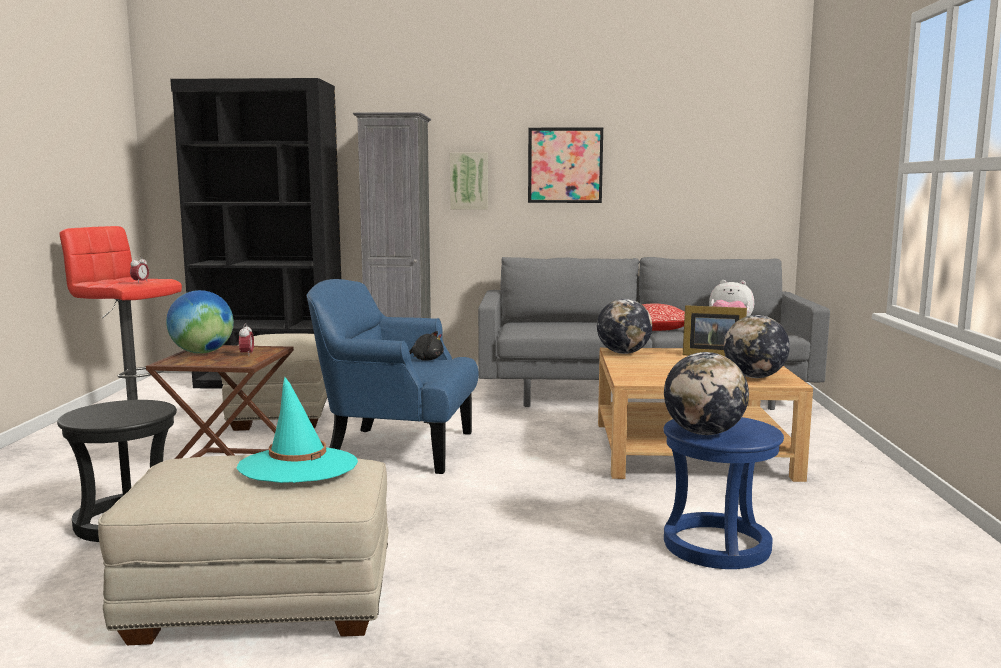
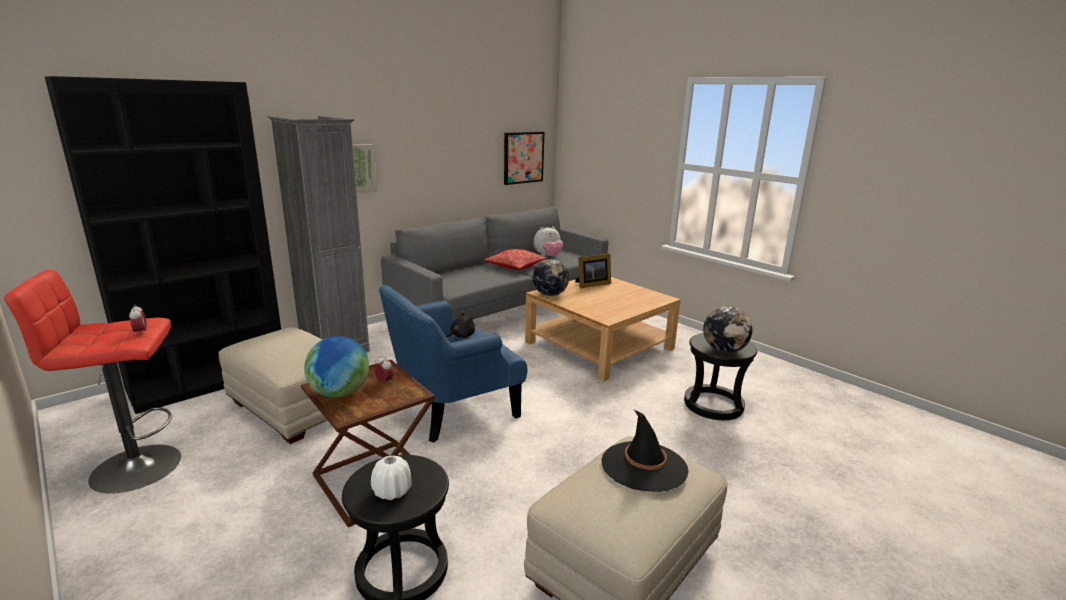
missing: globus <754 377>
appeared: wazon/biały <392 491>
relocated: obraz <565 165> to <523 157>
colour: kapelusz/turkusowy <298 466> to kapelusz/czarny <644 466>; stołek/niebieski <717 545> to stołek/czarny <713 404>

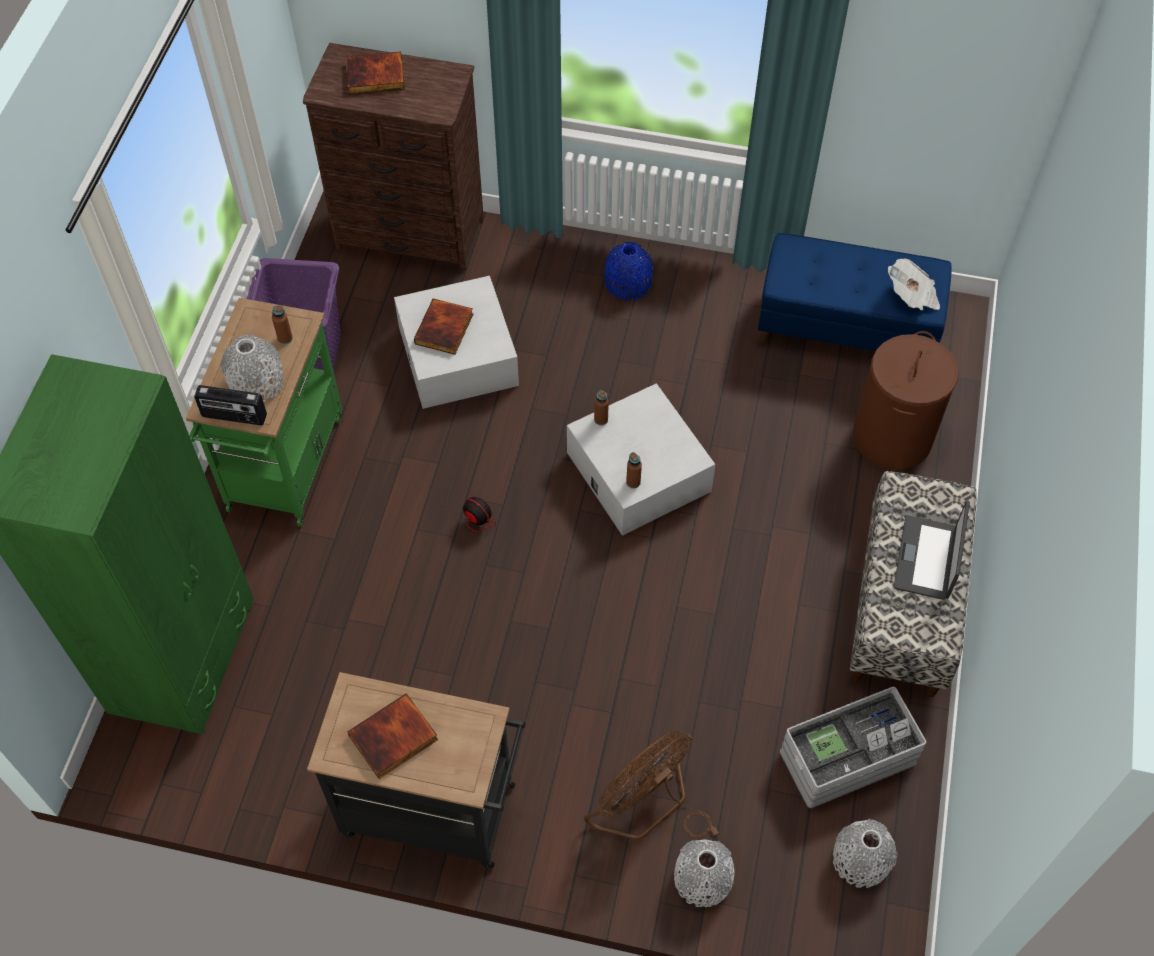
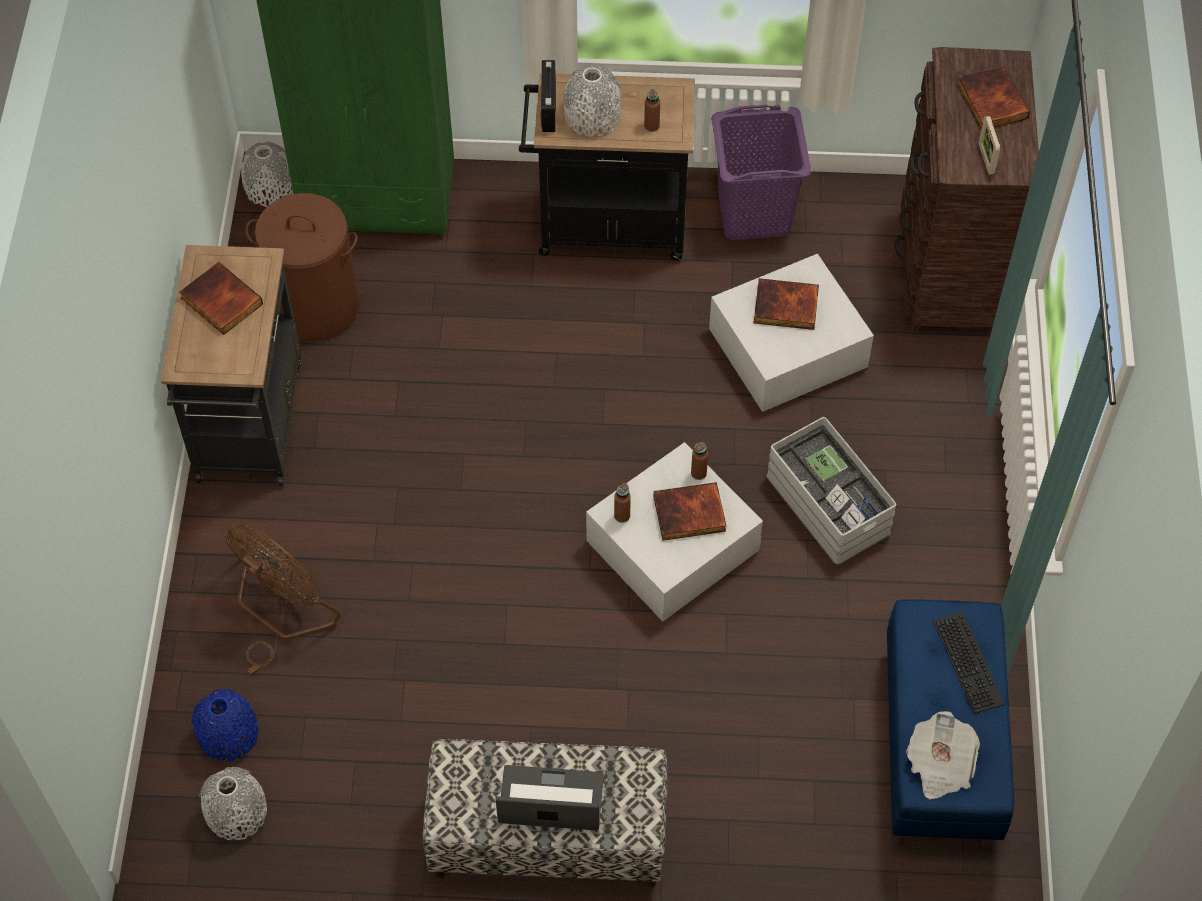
missing: wentylator <462 524>
appeared: książka <689 515>; klawiatura <970 662>; ramka na zdjęcie <986 159>
relocated: wazon/niebieski <627 283> to <228 735>; wazon/szary <702 879> to <270 188>; pojemnik do przechowywania/szary <847 755> to <829 503>; kosz na pranie/brązowy <892 437> to <315 307>
colour: wózek/zielony <284 467> to wózek/czarny <607 226>

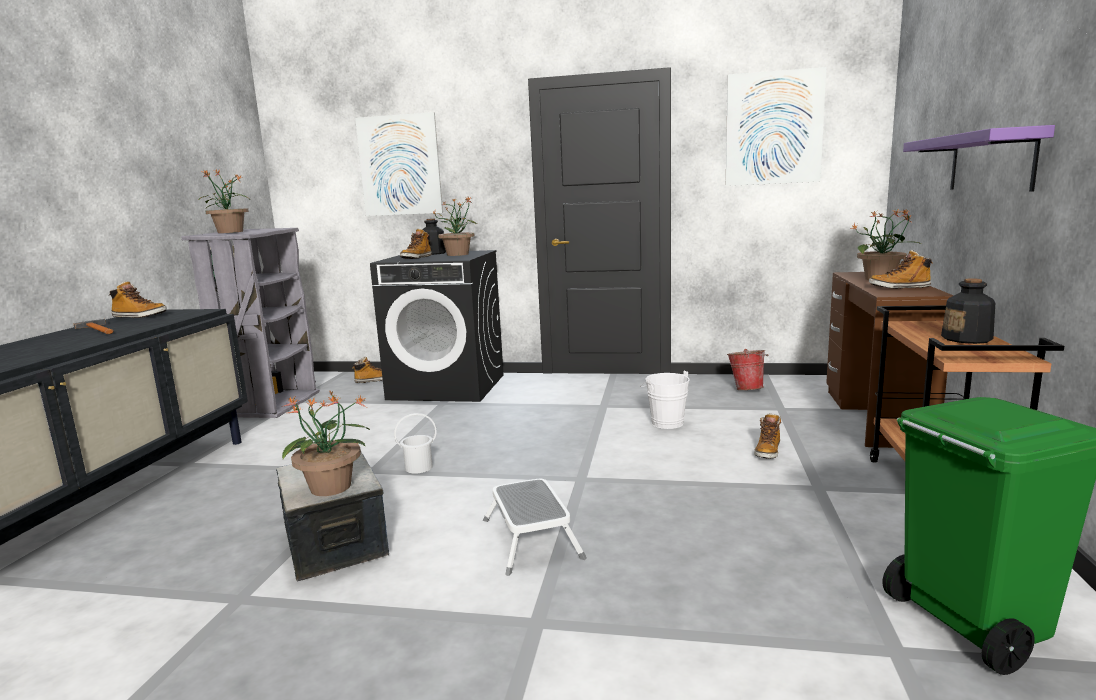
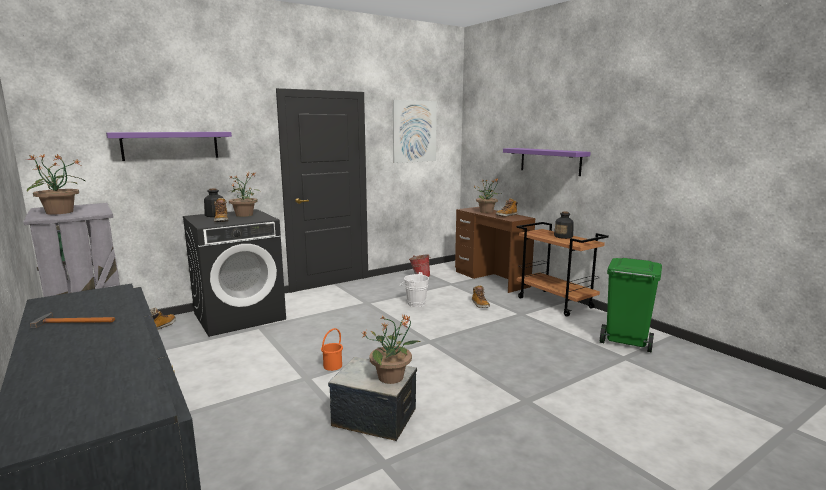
missing: but z cholewką <139 316>; drabinka/szary <530 538>
exchanged: obraz <400 165> to półka/fioletowy <170 145>
colour: wiadro/biały <418 467> to wiadro/pomarańczowy <332 366>

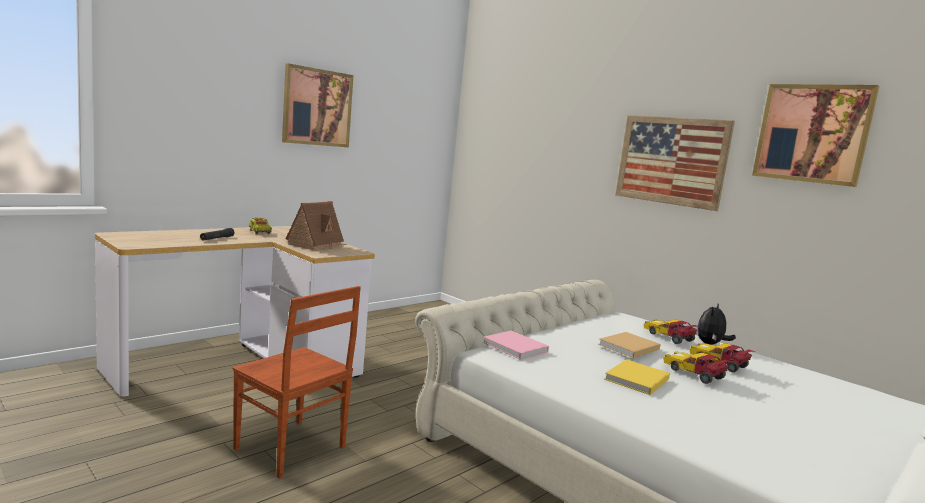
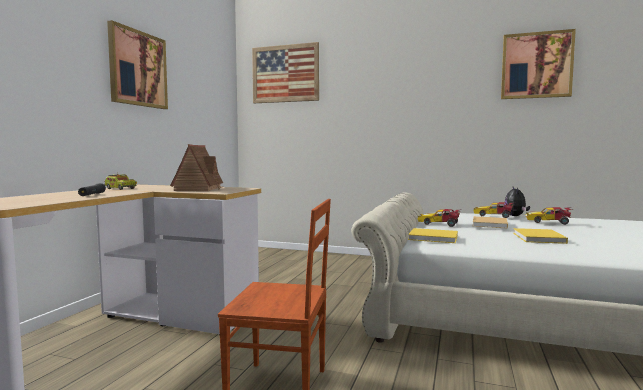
relocated: obraz <671 160> to <285 74>; samochodzik <695 374> to <439 224>
colour: książka/różowy <516 347> to książka/żółty <435 238>

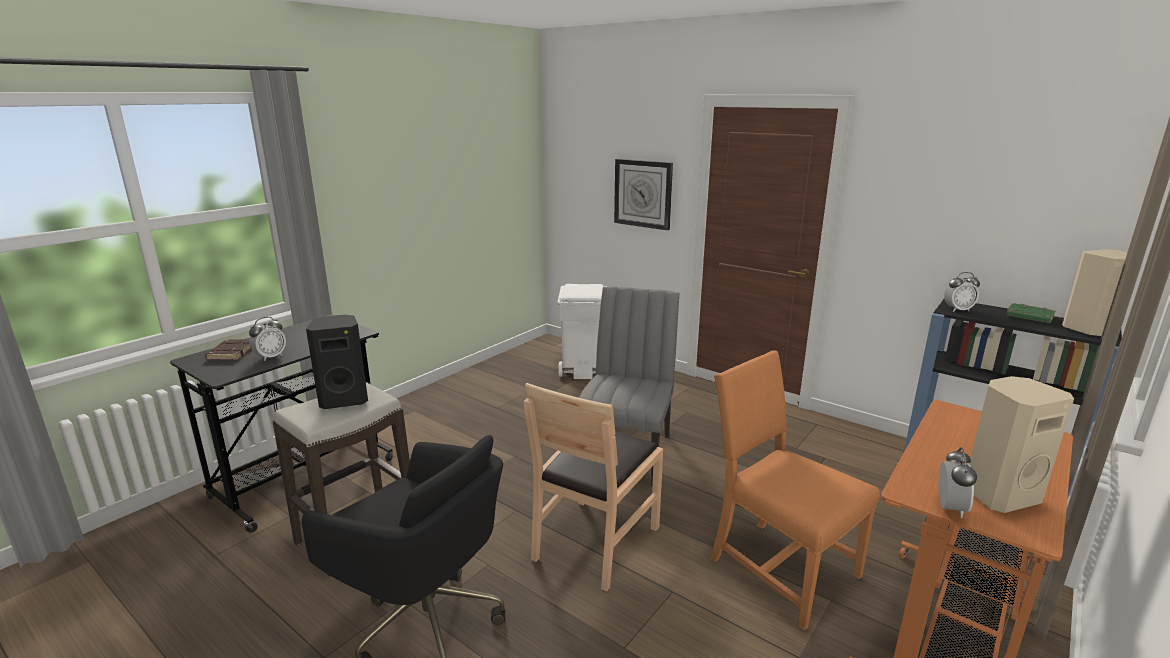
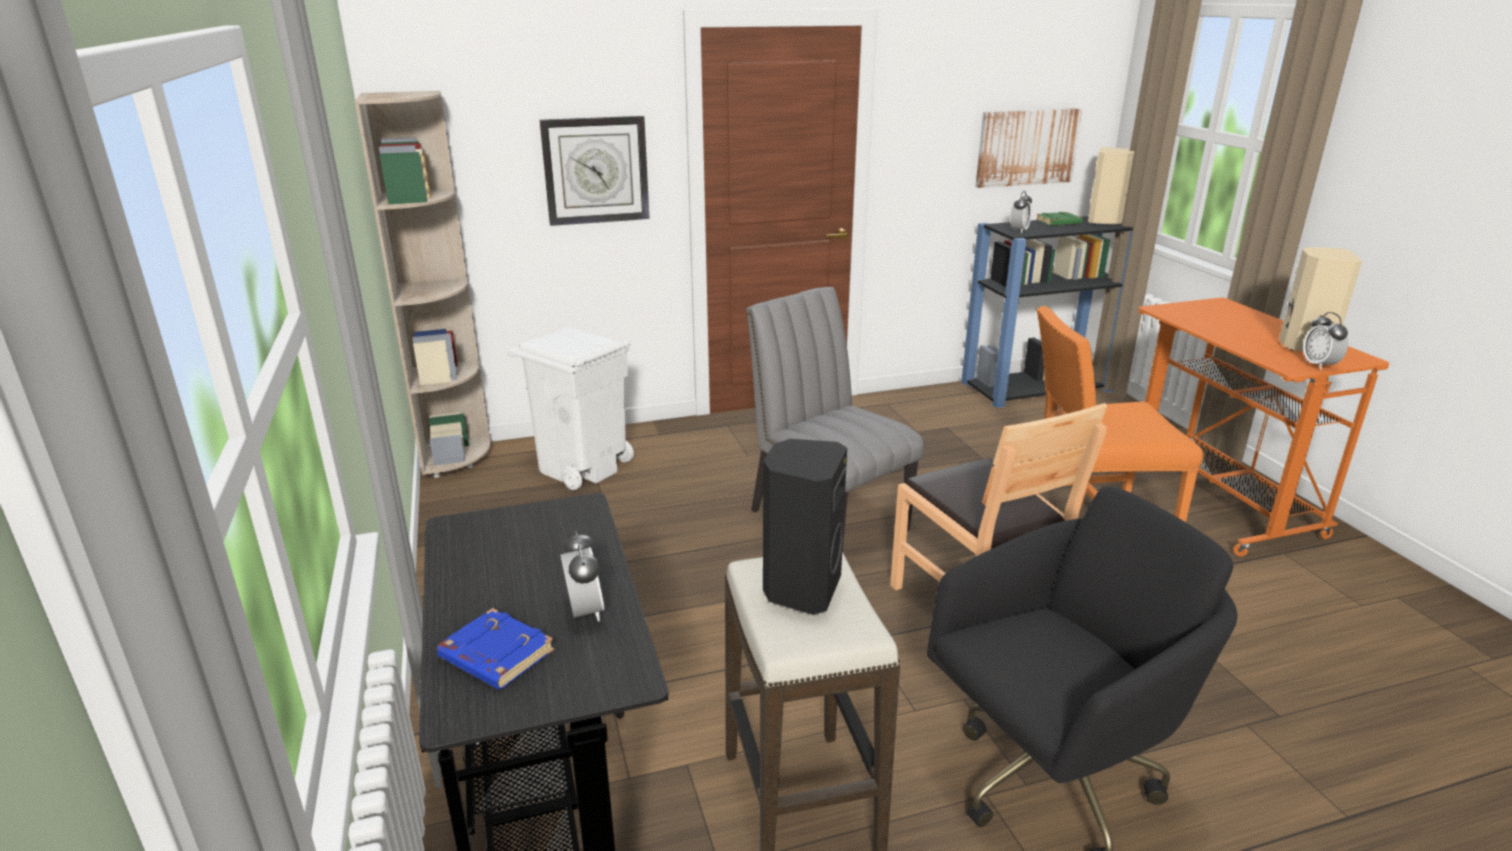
appeared: regał/beżowy <456 463>; obraz <1026 147>
colour: książka/brązowy <231 353> to książka/niebieski <494 656>
spun: budzik <950 508> = <1319 365> 150 degrees counterclockwise

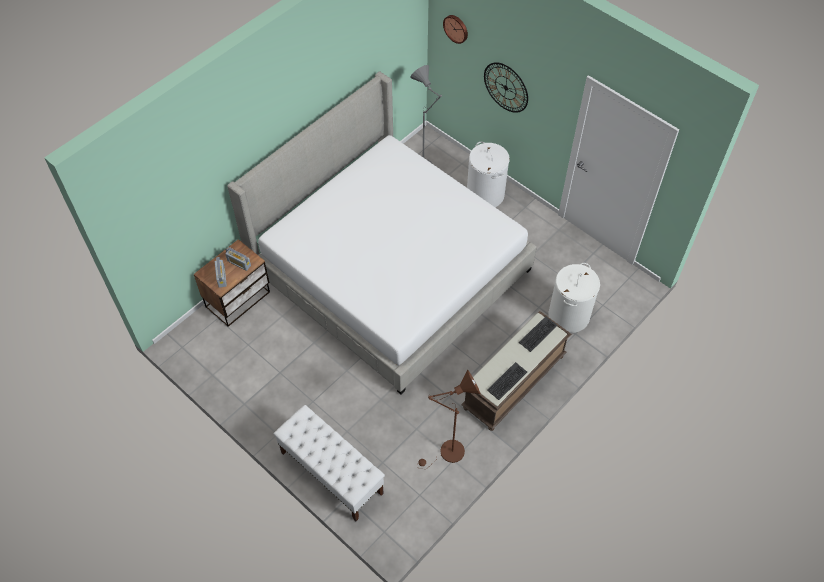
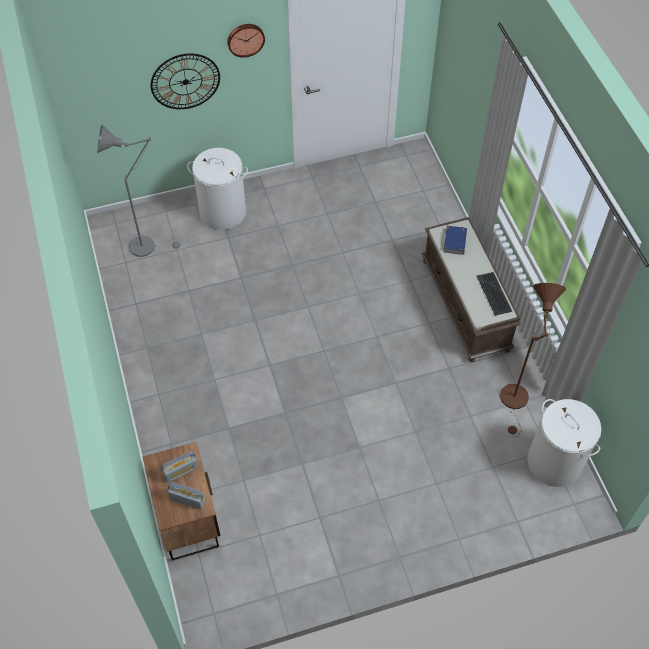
missing: łóżko <390 270>; ławka/biały <331 472>
relocated: zegar ścienny <456 28> to <245 39>; kosz na pranie/biały <569 316> to <554 462>
exchanged: klawiatura <538 334> to książka/niebieski <455 241>

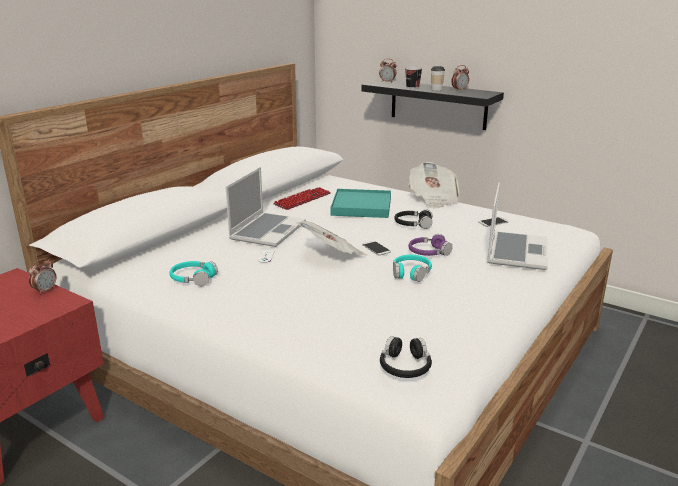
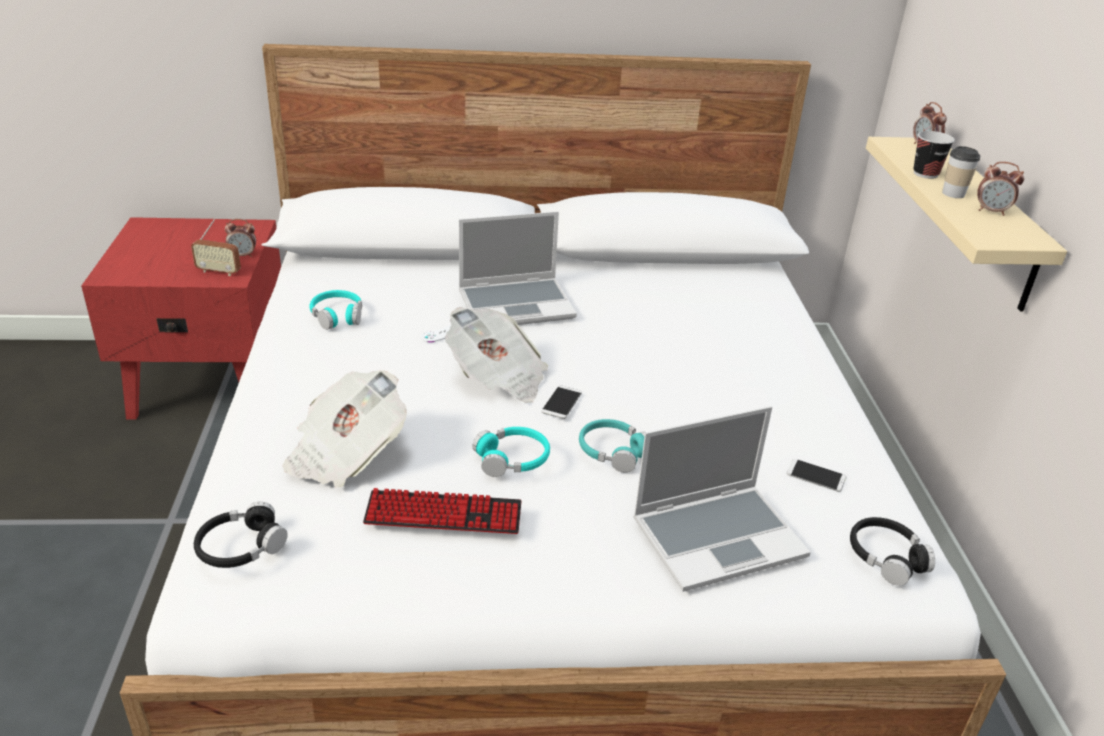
missing: taca/turkusowy <361 206>
appeared: radio <219 272>
relocated: klawiatura <302 199> to <443 514>; słuchawki/czarny <413 224> to <886 557>; gazeta <433 199> to <345 454>
colour: półka/czarny <438 104> to półka/beżowy <984 223>; słuchawki/fioletowy <428 252> to słuchawki/turkusowy <612 452>

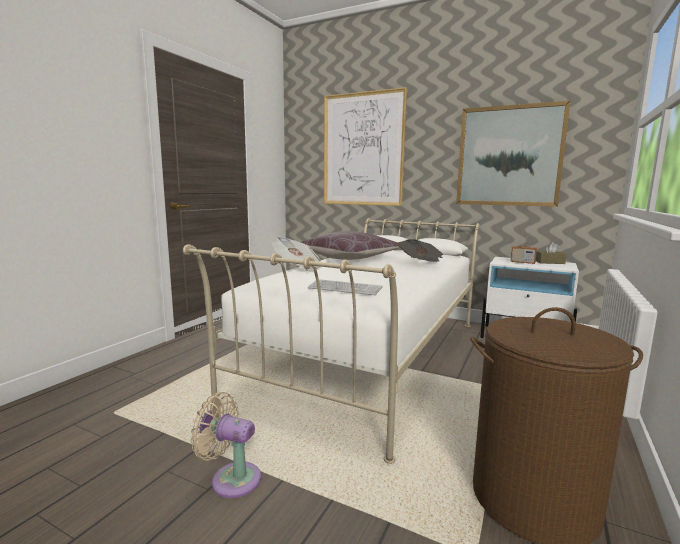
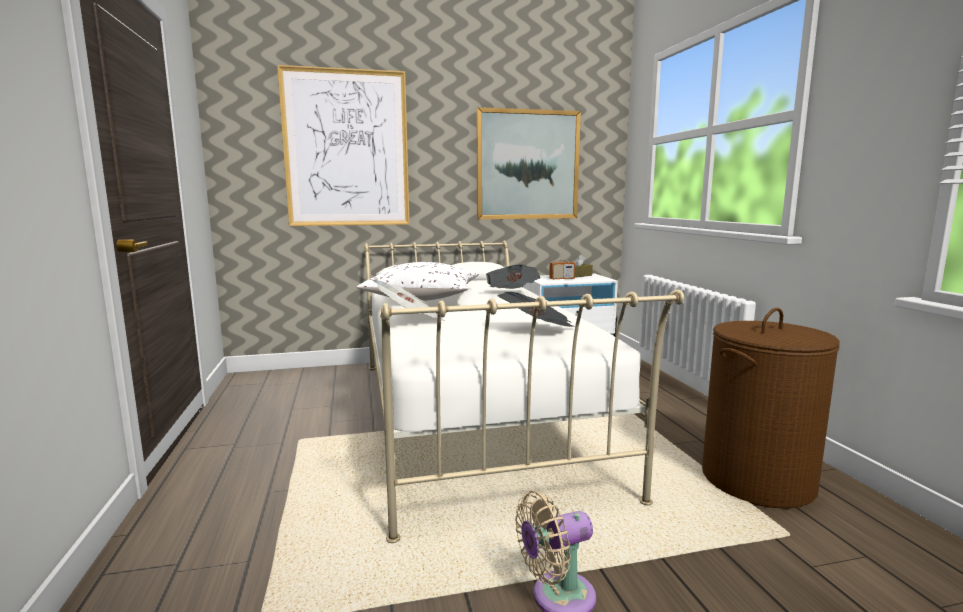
exchanged: klawiatura <344 288> to gazeta <538 331>
colour: poduszka/brązowy <349 258> to poduszka/biały <422 298>

